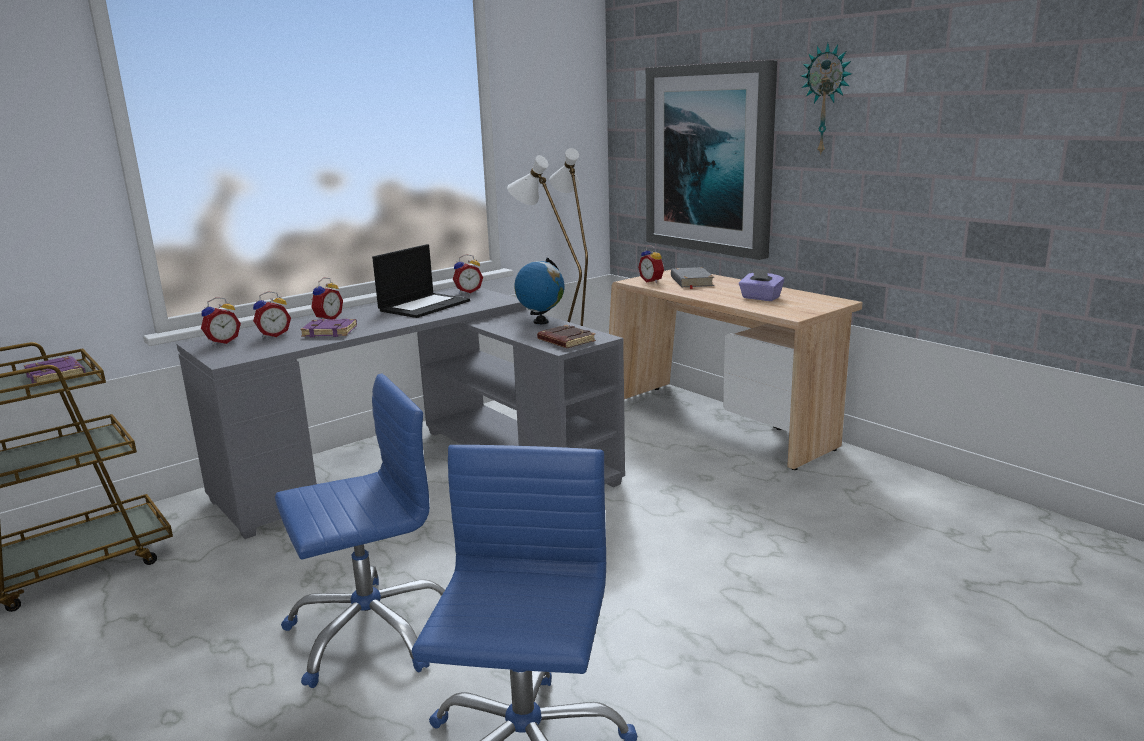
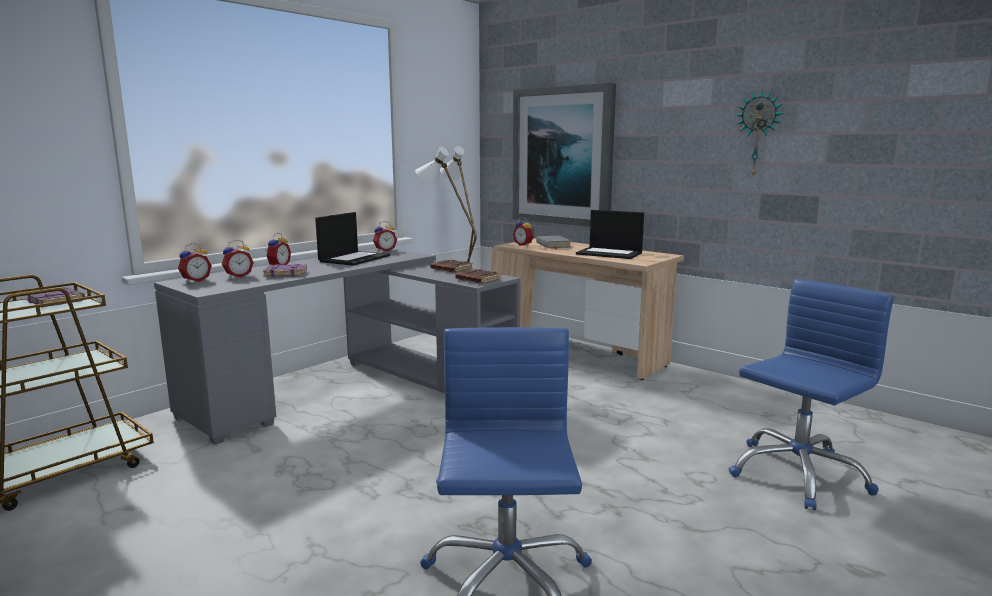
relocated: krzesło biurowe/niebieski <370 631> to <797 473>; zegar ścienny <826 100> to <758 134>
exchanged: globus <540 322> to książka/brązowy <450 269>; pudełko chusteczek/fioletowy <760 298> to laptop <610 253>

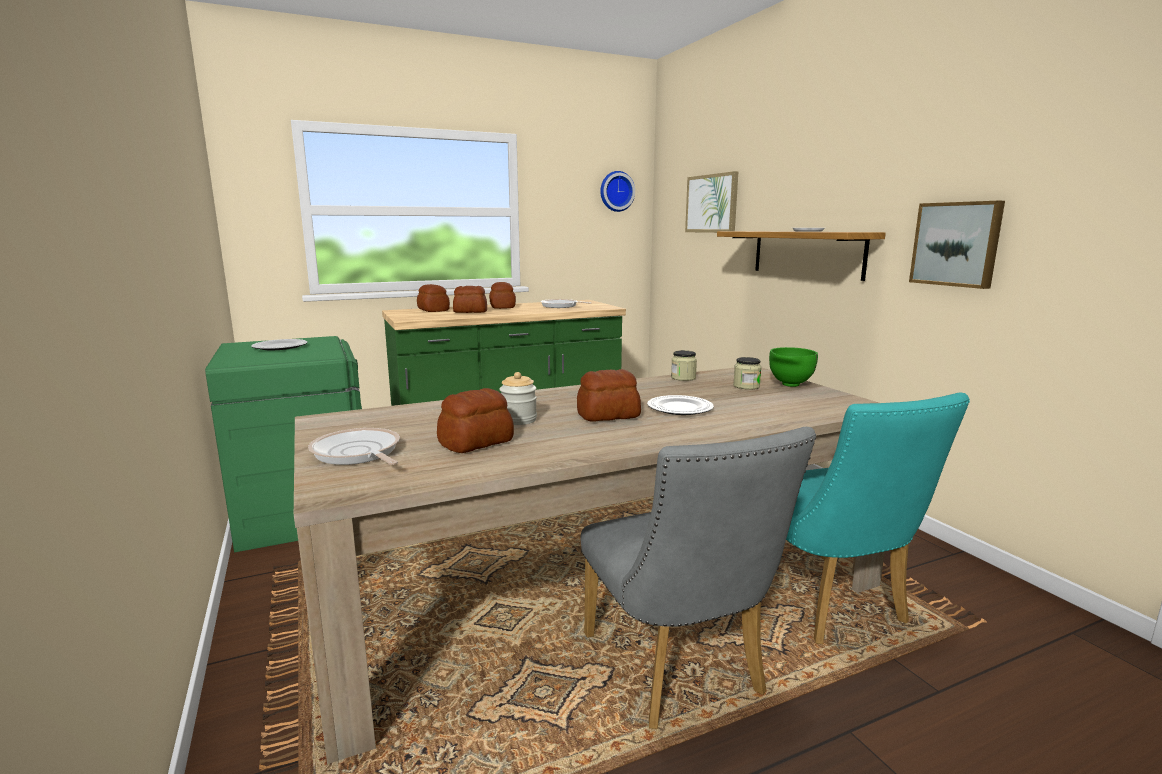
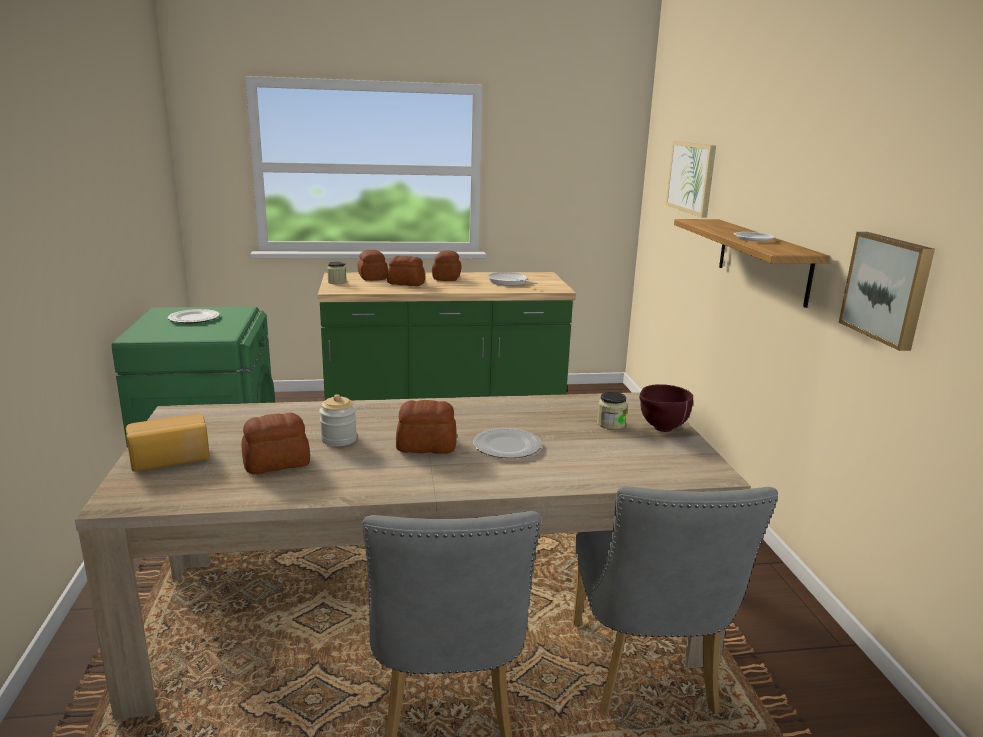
missing: zegar ścienny <616 191>
relocated: słoik <683 378> to <337 282>
exchanged: patelnia <357 453> to chleb <171 460>
colour: miska/zielony <789 385> to miska/brązowy <660 429>; krzesło/turkusowy <828 605> to krzesło/szary <645 675>

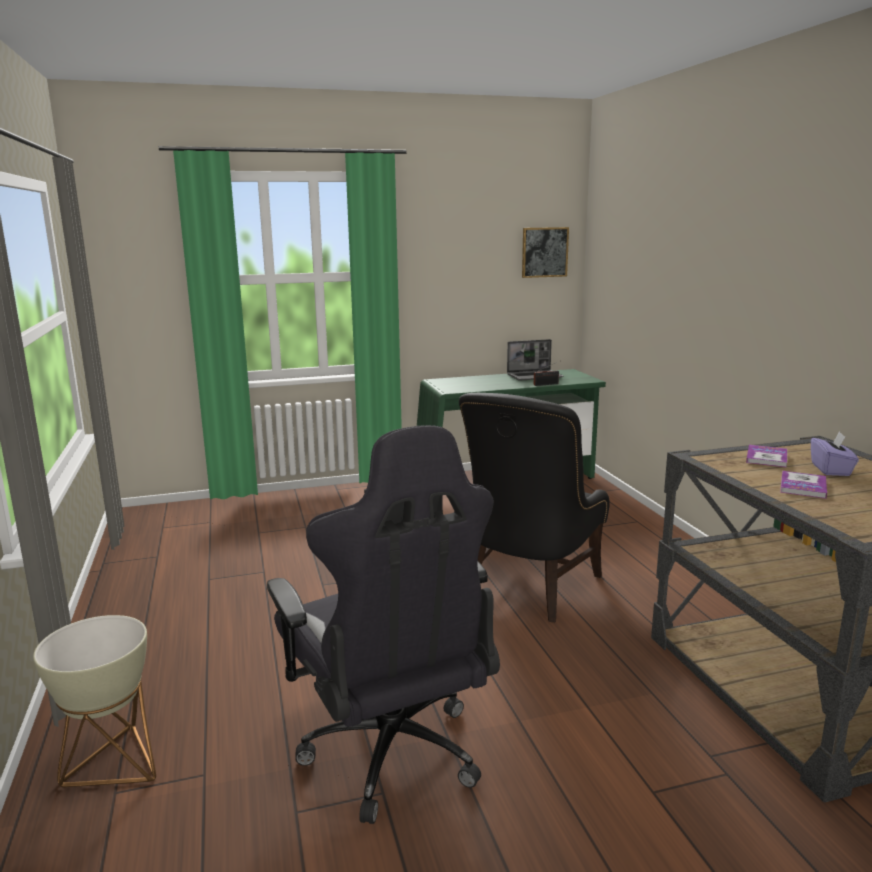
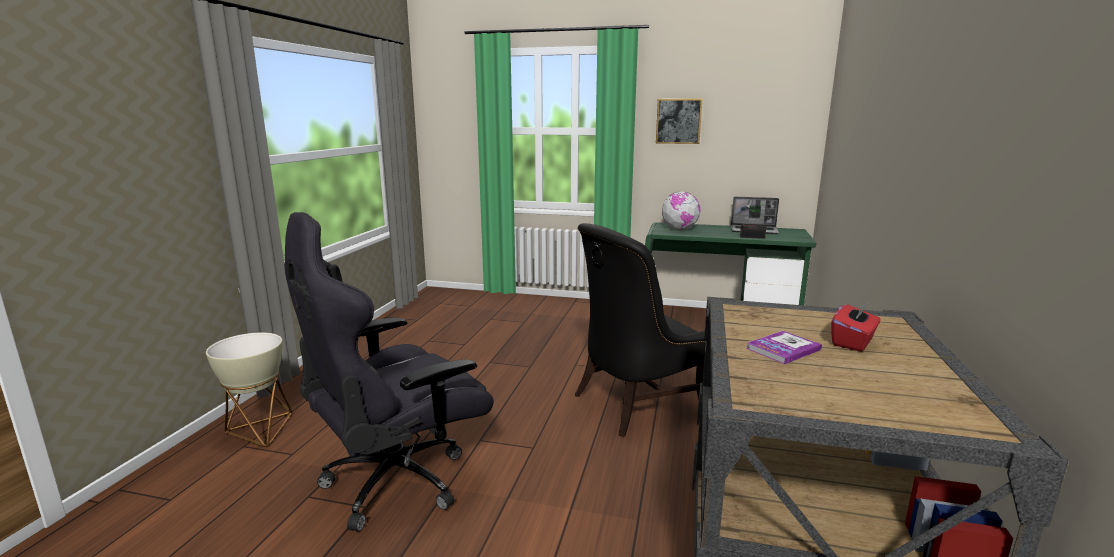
missing: książka <766 458>
appeared: globus <679 229>
relocated: obraz <544 252> to <678 121>
colour: pudełko chusteczek/fioletowy <831 469> to pudełko chusteczek/czerwony <853 342>
spun: krzesło biurowe/czarny <387 745> = <404 478> 45 degrees clockwise

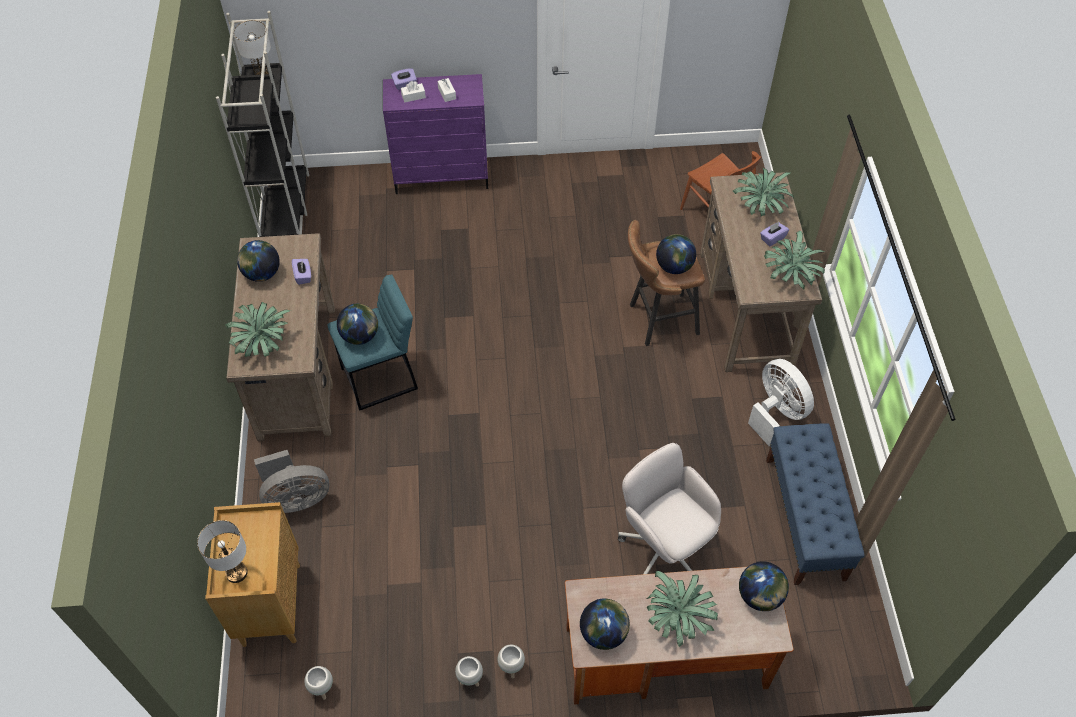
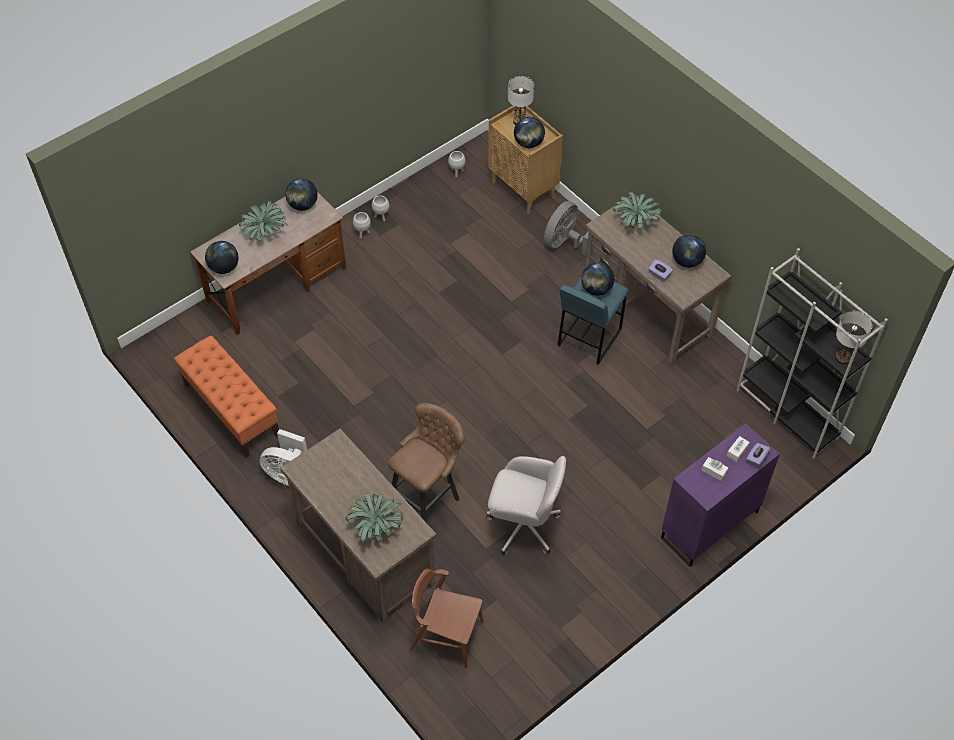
missing: pudełko chusteczek/fioletowy <772 238>; roślina doniczkowa <790 276>
relocated: krzesło biurowe/biały <663 549> to <523 526>; globus <674 266> to <528 143>
colour: ławka/niebieski <805 518> to ławka/pomarańczowy <231 410>

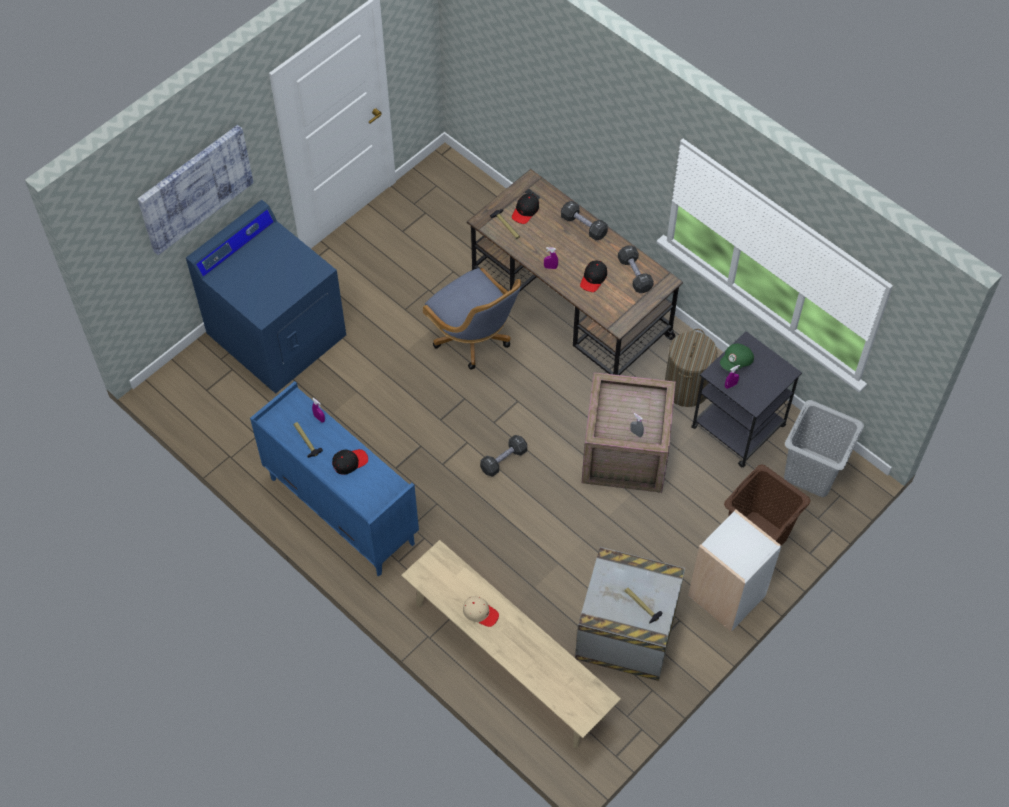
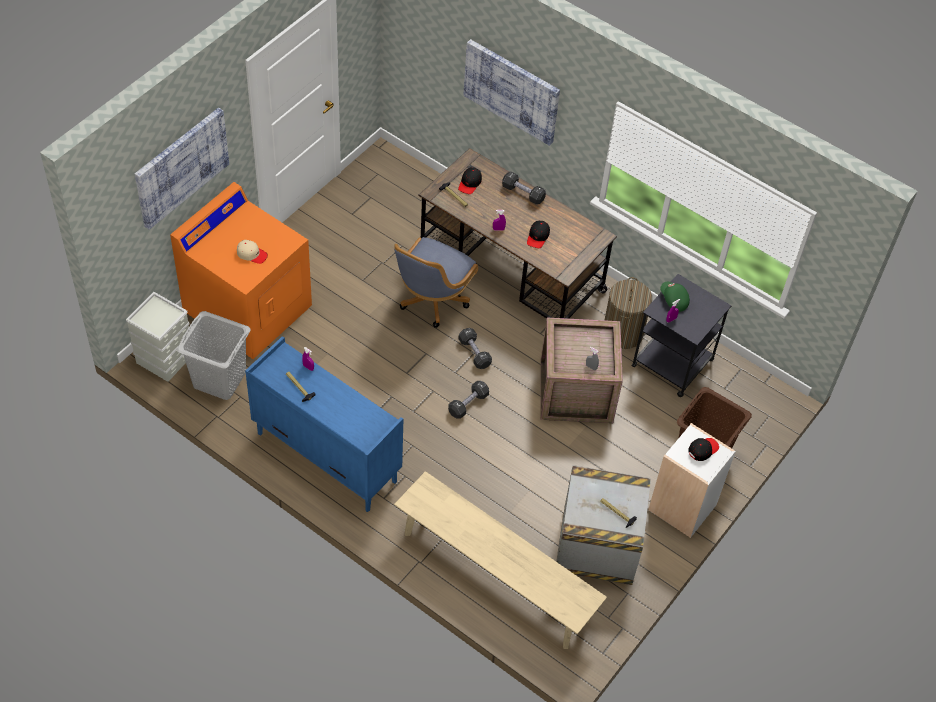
appeared: pojemnik do przechowywania/szary <164 359>; obraz <512 90>
relocated: czapka z daszkiem/czarny <349 462> to <703 450>; czapka z daszkiem/beżowy <480 613> to <252 254>; hantel/czarny <634 274> to <474 353>; kosz na pranie/szary <812 472> to <219 380>
colour: pralka/niebieski <277 334> to pralka/pomarańczowy <248 307>
spun: krzesło biurowe/niebieski <476 341> = <430 304> 75 degrees clockwise; czapka z daszkiem/zielony <736 362> = <673 300> 105 degrees clockwise

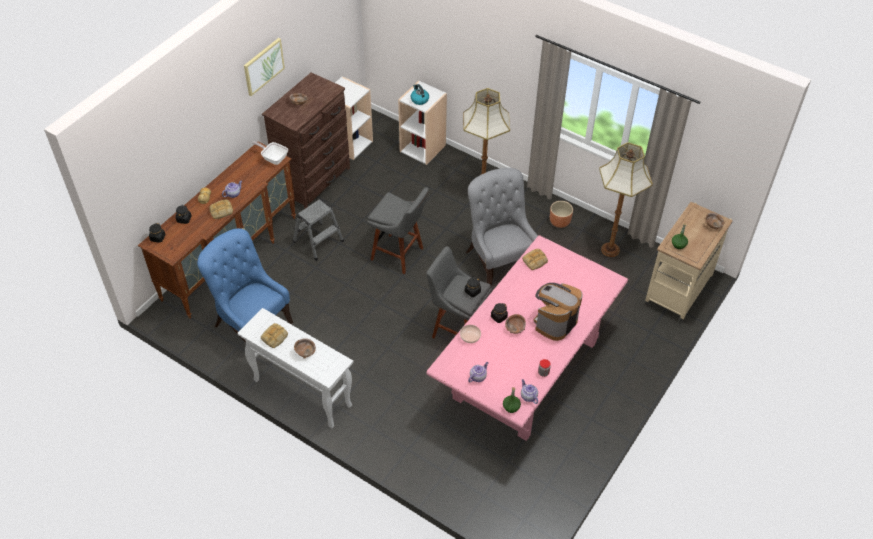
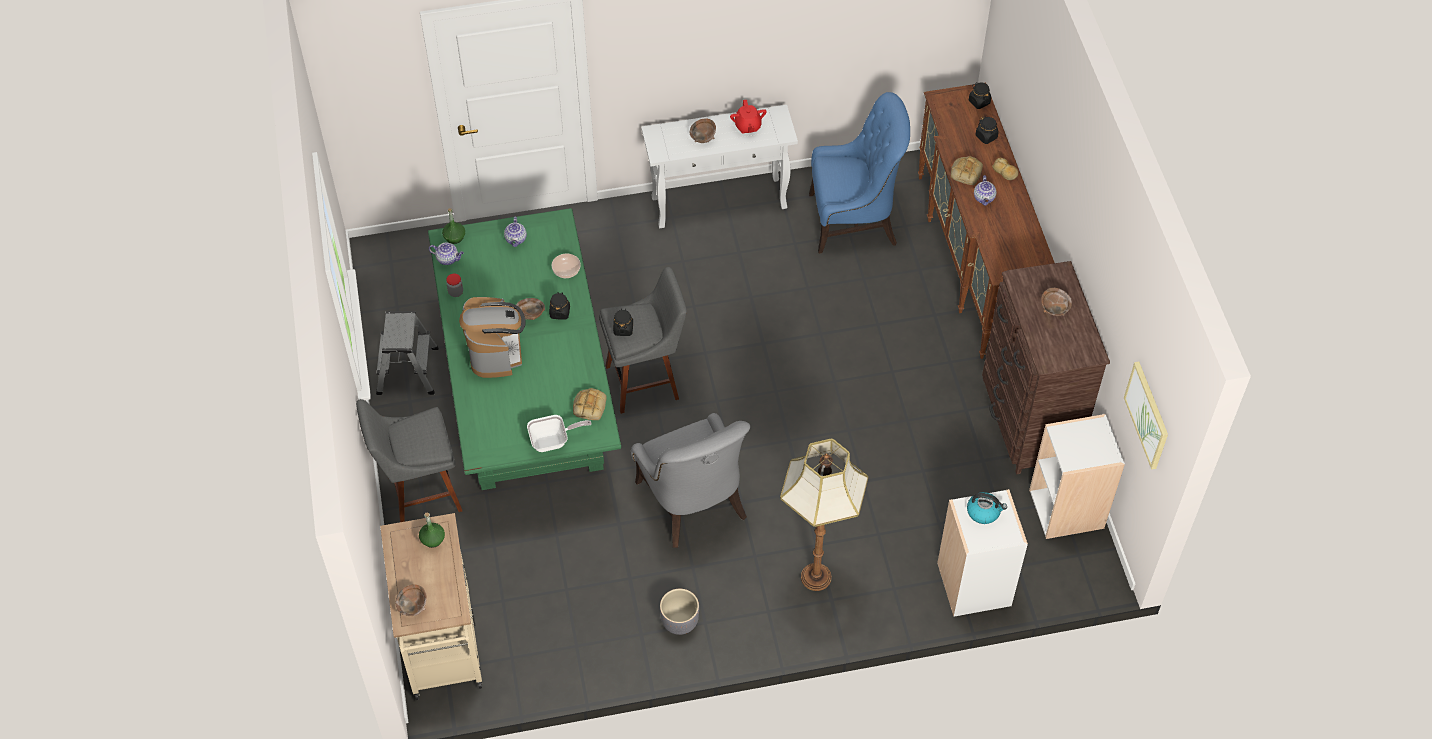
missing: lampa stojąca <610 249>
relocated: obraz <263 66> to <1147 415>; patelnia <273 158> to <553 441>; drabinka/szary <318 241> to <407 371>; stołek/szary <399 255> to <420 494>
exchanged: chleb <274 337> to imbryk/czerwony <748 126>
colour: stół jadalny/różowy <525 370> to stół jadalny/zielony <528 396>; donica/brązowy <560 222> to donica/szary <679 621>
spun: krzesło/szary <499 261> = <693 501> 45 degrees clockwise

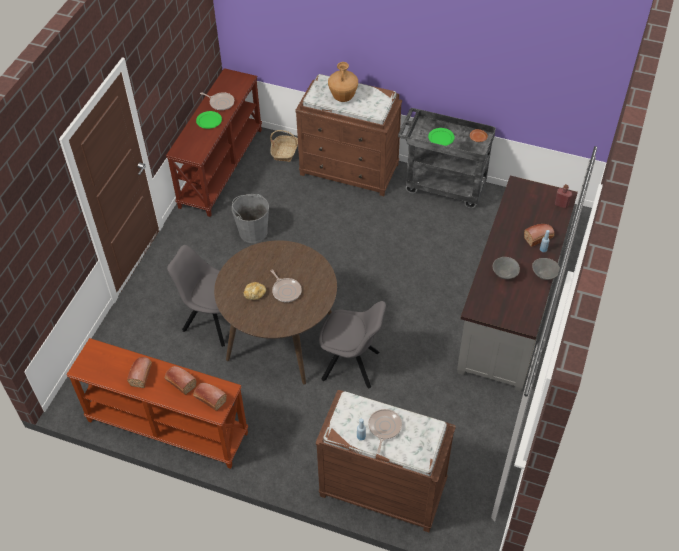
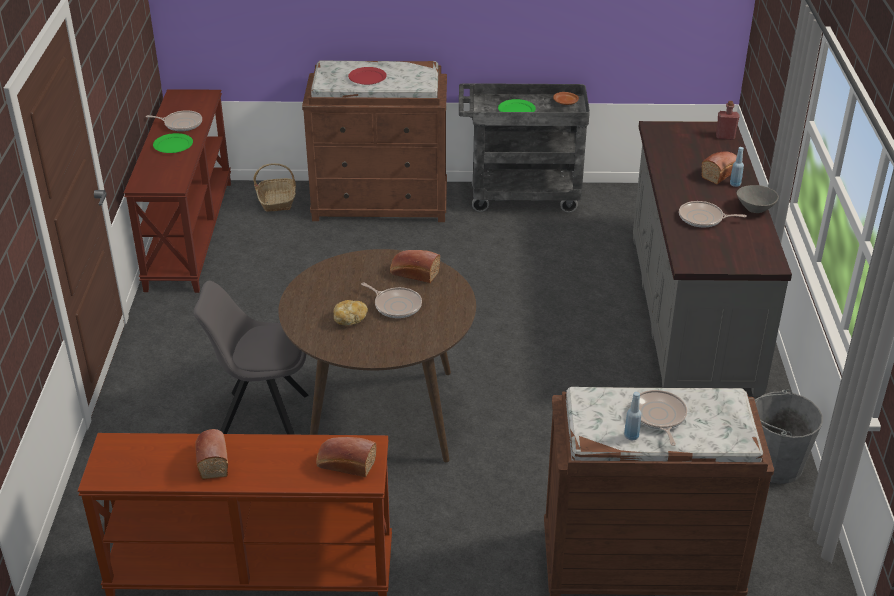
missing: krzesło/szary <351 365>
relocated: chleb <180 382> to <413 273>; wiadro/szary <253 232> to <775 464>
exchanged: wazon/brązowy <343 98> to talerz/czerwony <367 78>; miska/szary <504 274> to patelnia <703 218>

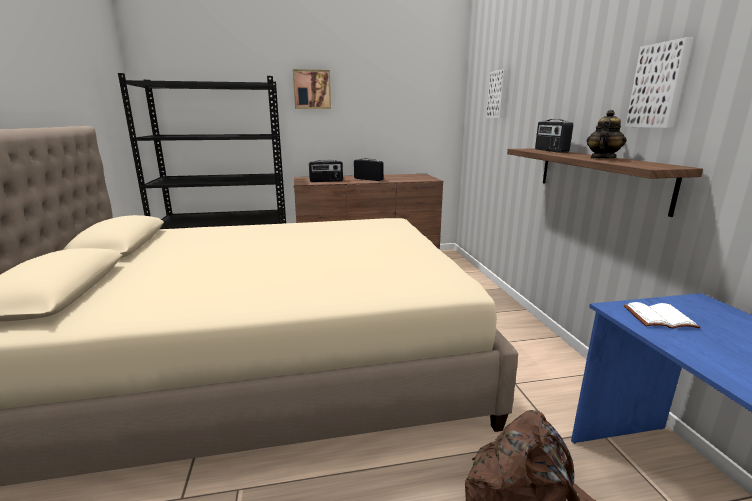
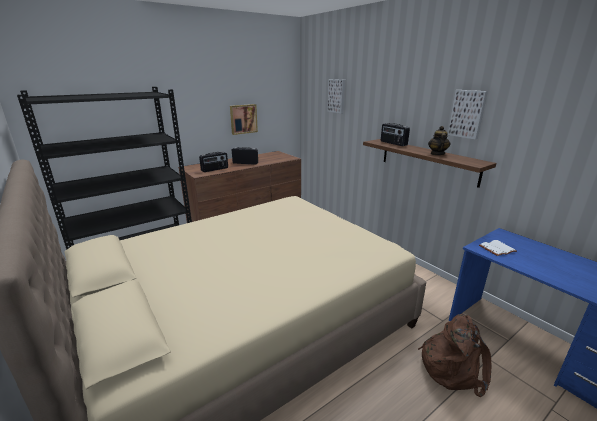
relocated: obraz <312 89> to <243 119>

